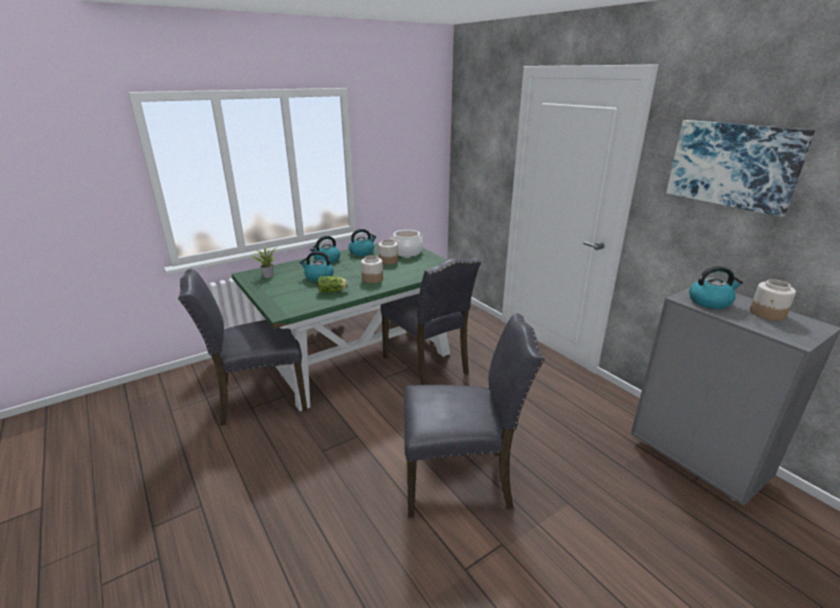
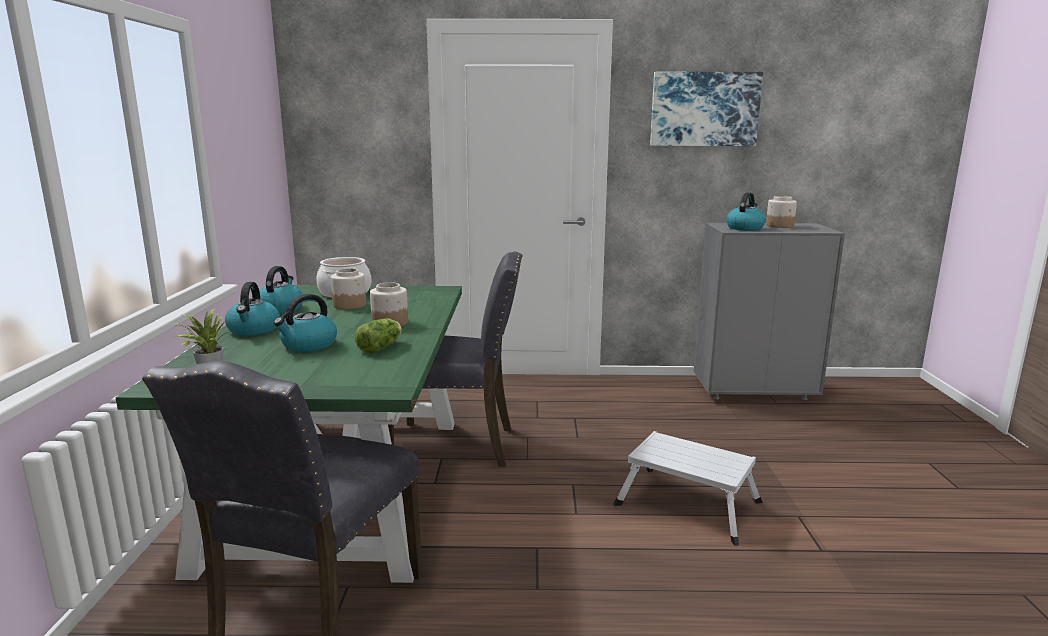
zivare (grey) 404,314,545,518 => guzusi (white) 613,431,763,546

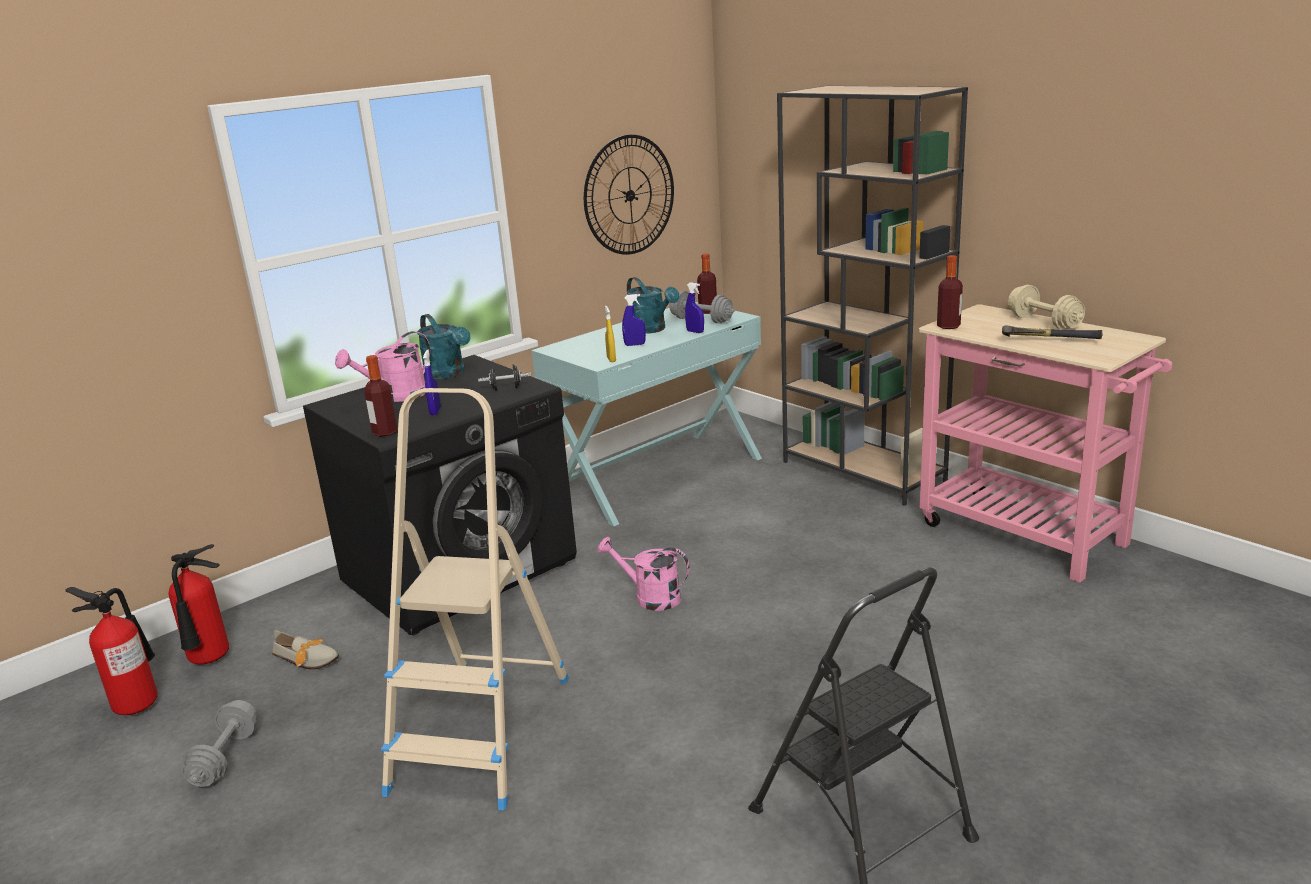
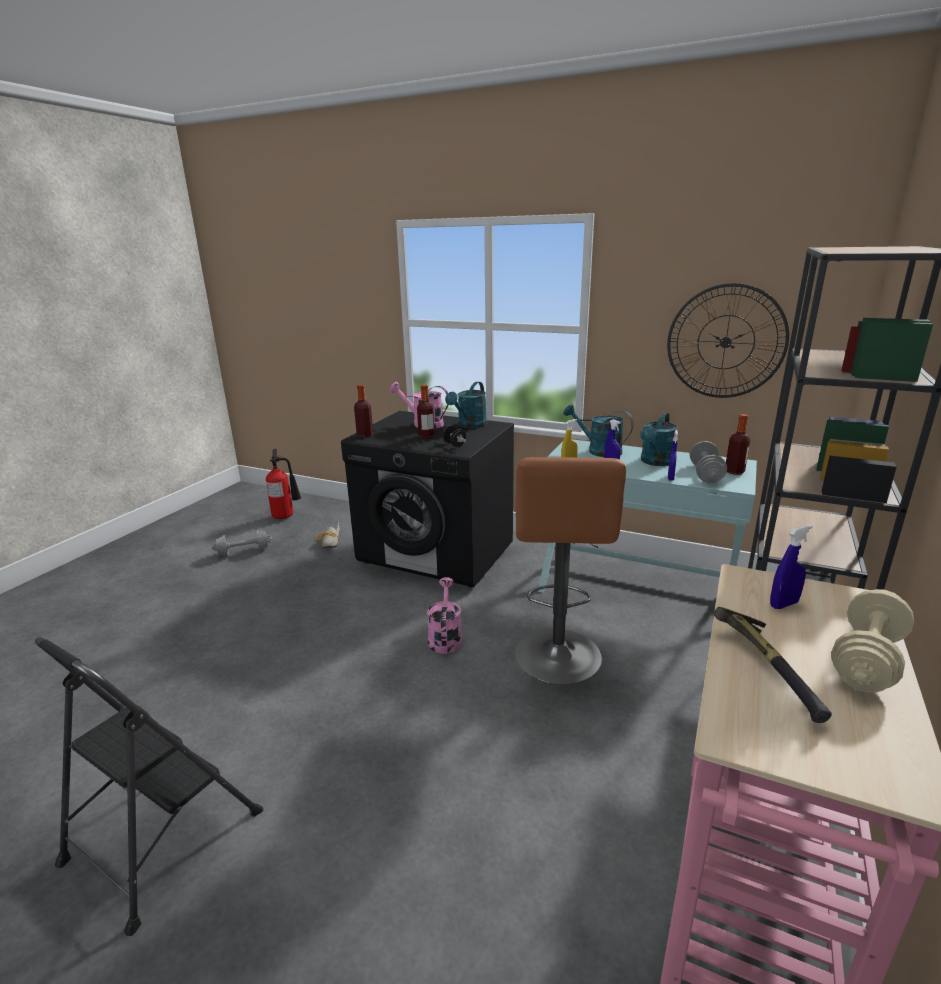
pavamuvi 169,544,229,664 => nothing
guzusi (beige) 381,388,569,811 => nothing
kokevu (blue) 423,349,441,415 => kokevu (blue) 770,525,812,609, relocated
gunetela 937,255,963,329 => gunetela 417,385,435,438, relocated
nothing => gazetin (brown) 515,457,626,684
nothing => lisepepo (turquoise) 563,404,633,457

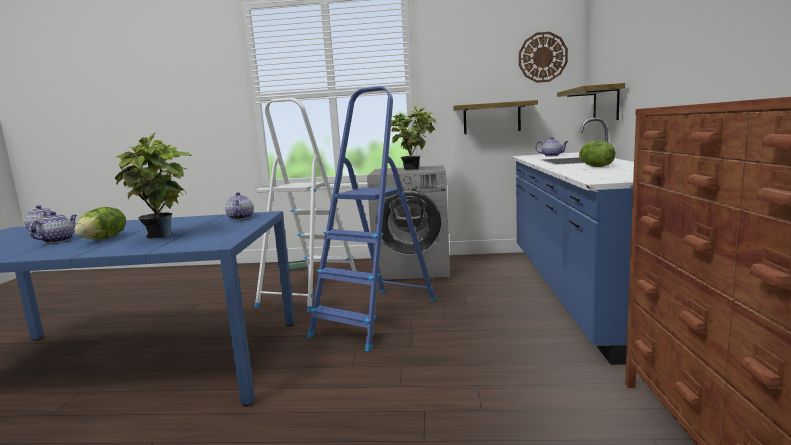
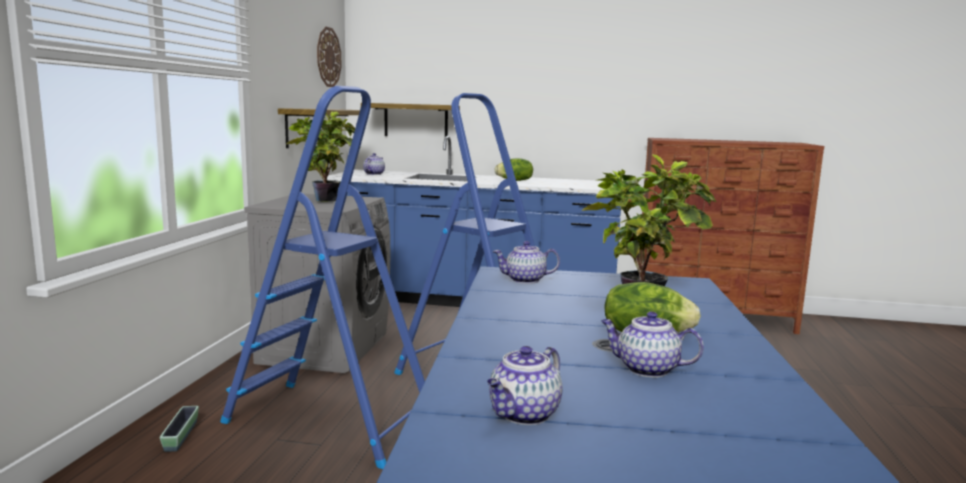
guzusi (white) 255,98,357,312 => guzusi (blue) 220,86,425,469

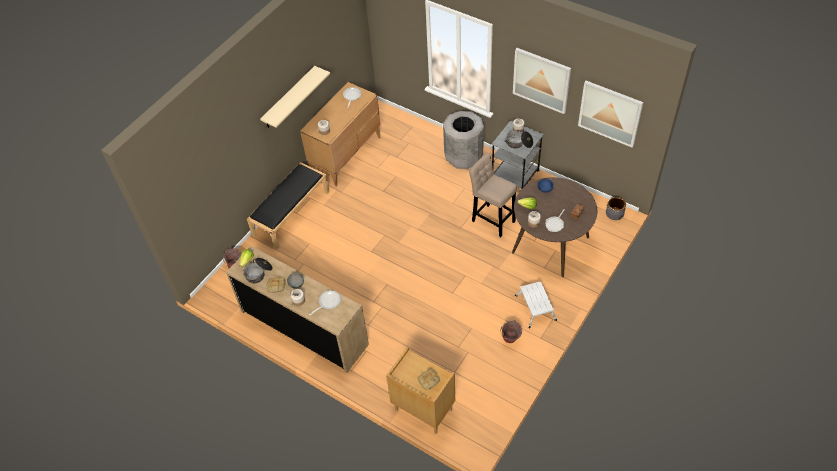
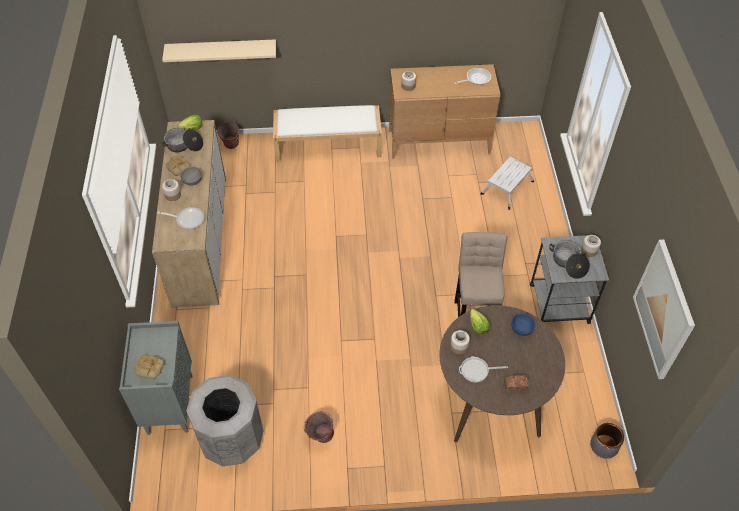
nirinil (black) 247,162,330,250 => nirinil (white) 273,105,382,162
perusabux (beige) 260,66,330,128 => perusabux (beige) 162,39,276,62, relocated
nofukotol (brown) 386,347,455,434 => nofukotol (grey) 119,321,193,435
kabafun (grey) 443,111,484,169 => kabafun (grey) 186,375,264,466, relocated
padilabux 513,48,571,114 => nothing
guzusi (white) 515,281,557,328 => guzusi (white) 480,157,534,210, relocated

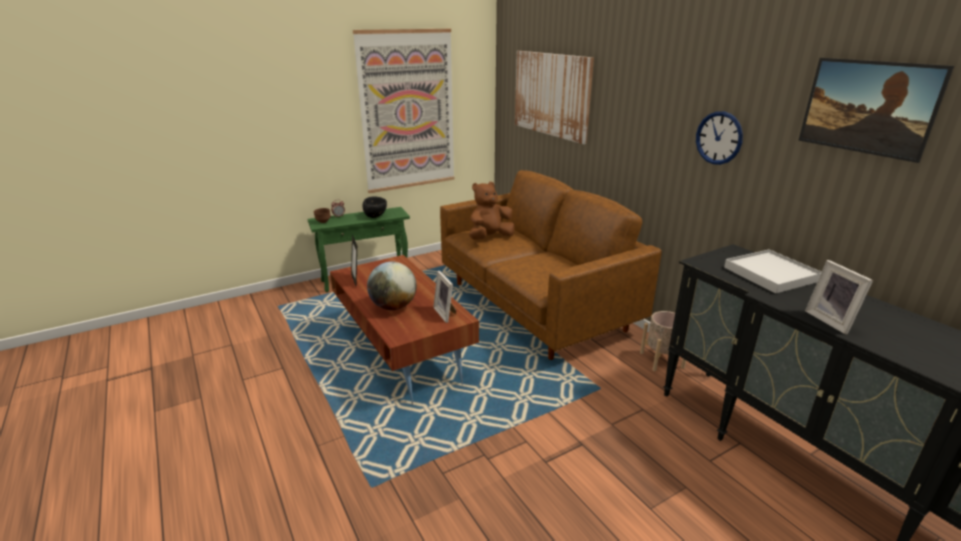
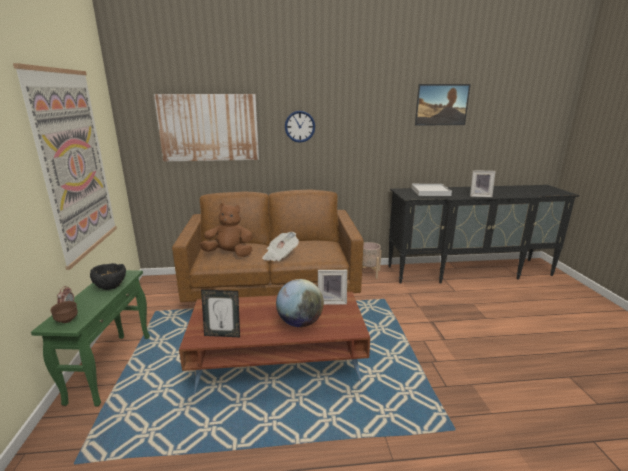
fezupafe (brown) 469,182,515,240 => fezupafe (brown) 200,203,253,257, 105 degrees clockwise
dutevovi 696,111,743,165 => dutevovi 285,111,315,143, relocated
nothing => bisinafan 262,232,299,261

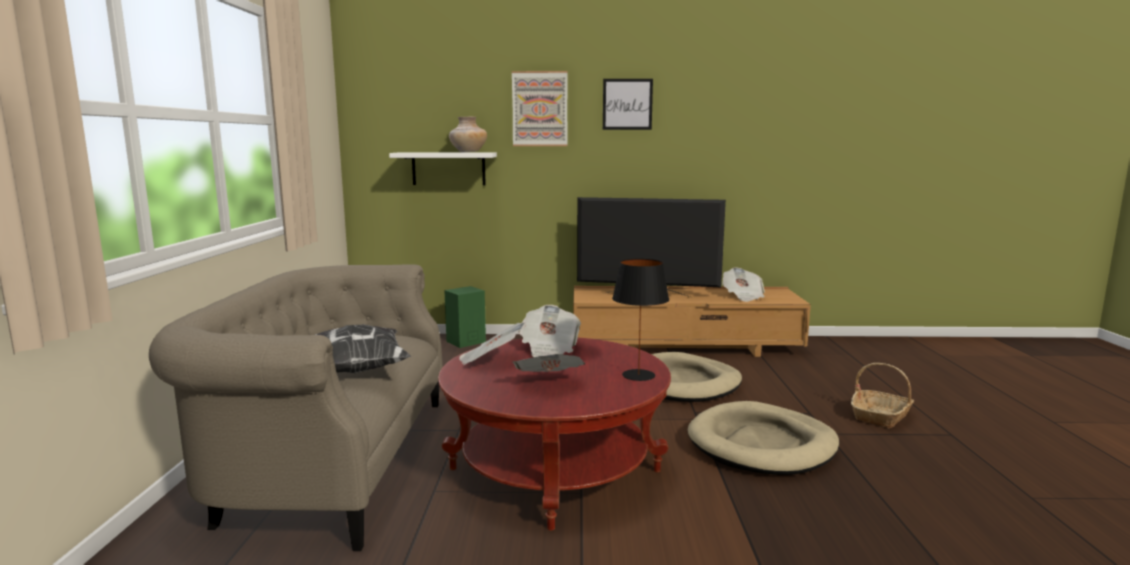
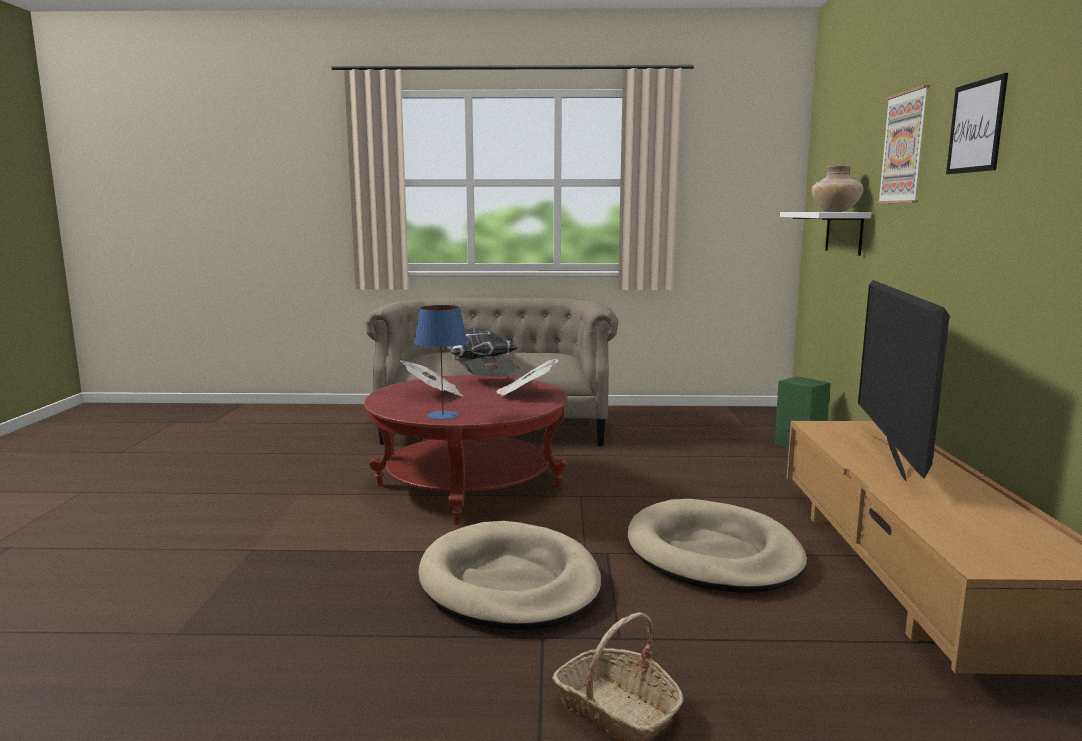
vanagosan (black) 612,259,669,381 => vanagosan (blue) 414,305,468,419
bisinafan 722,268,765,302 => nothing

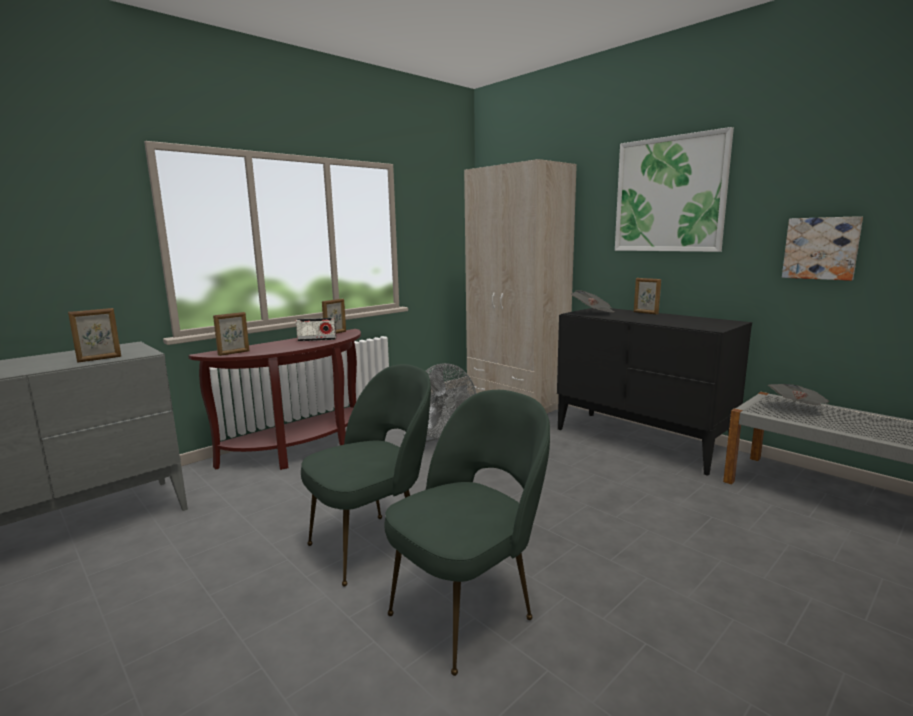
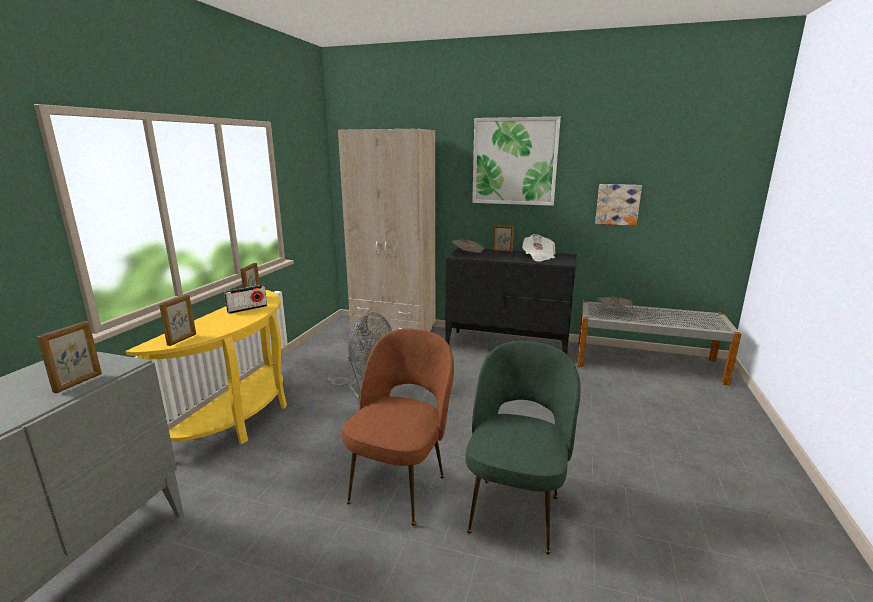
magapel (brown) 188,329,361,470 => magapel (yellow) 125,290,287,444
zivare (green) 301,364,431,587 => zivare (brown) 342,328,454,526
nothing => bisinafan 522,234,555,262

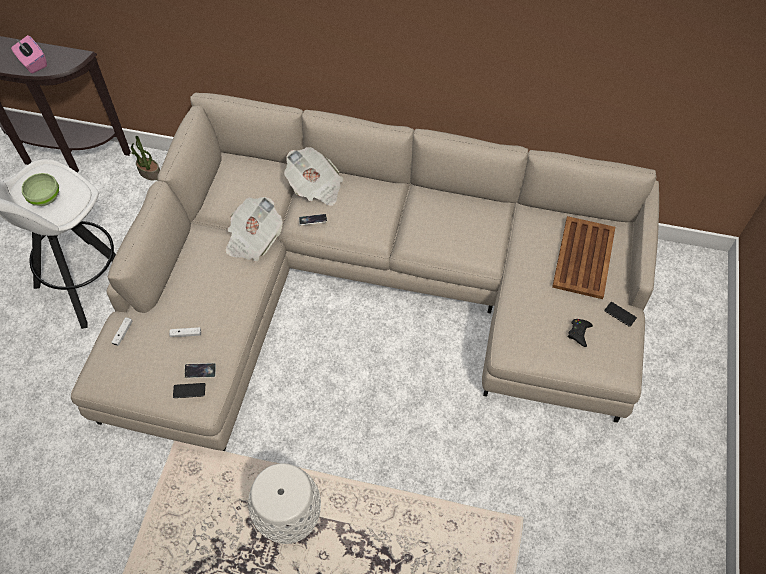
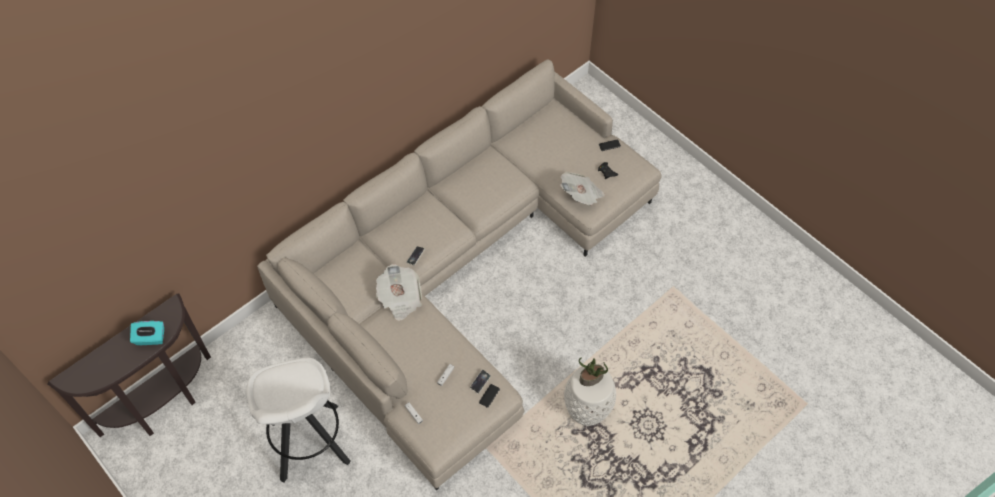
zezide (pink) 11,35,47,74 => zezide (turquoise) 130,321,164,345
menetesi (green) 22,173,59,206 => nothing
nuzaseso 131,136,160,180 => nuzaseso 579,357,608,386, relocated
bisinafan 284,147,344,206 => bisinafan 560,172,605,206, relocated
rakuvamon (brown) 552,216,615,299 => nothing

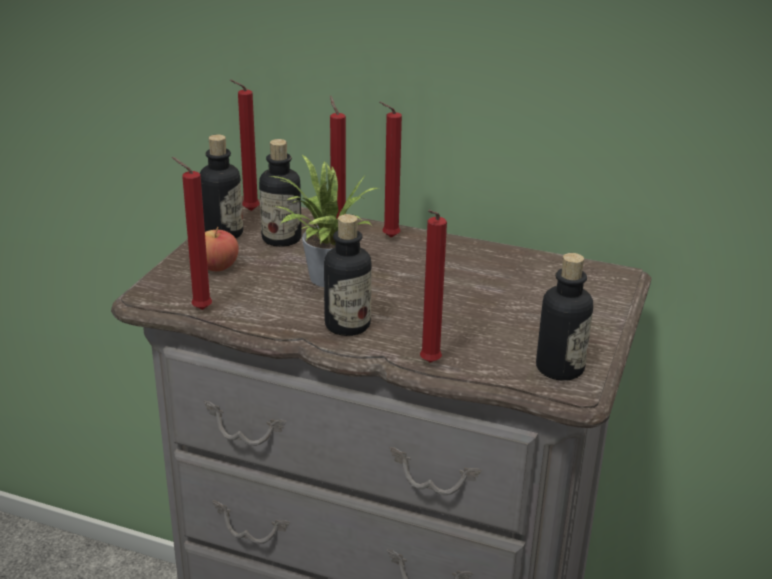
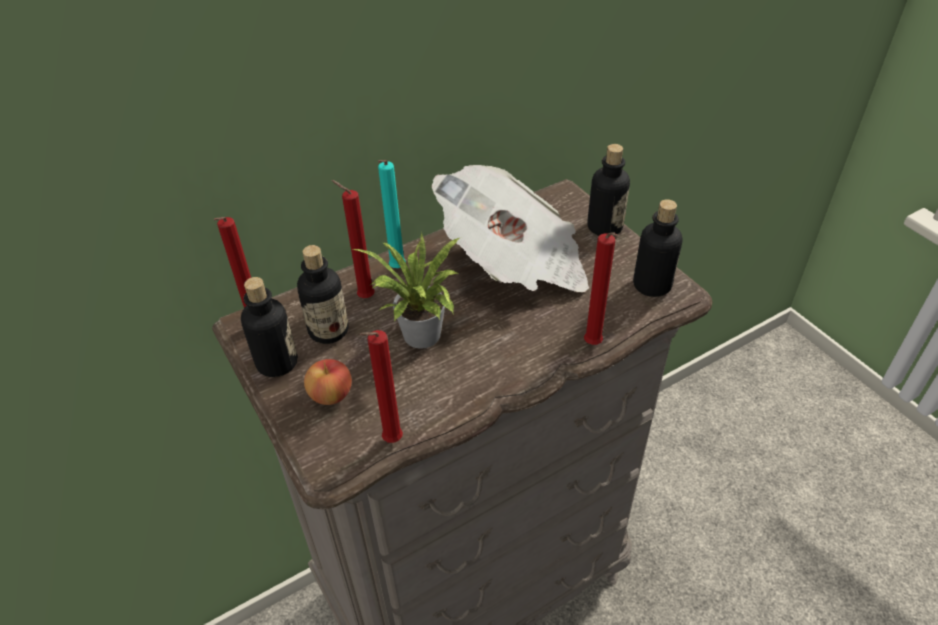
gunetela 324,214,372,336 => gunetela 587,144,630,236, relocated
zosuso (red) 379,102,402,238 => zosuso (turquoise) 378,160,406,268
nothing => bisinafan 432,165,589,292

